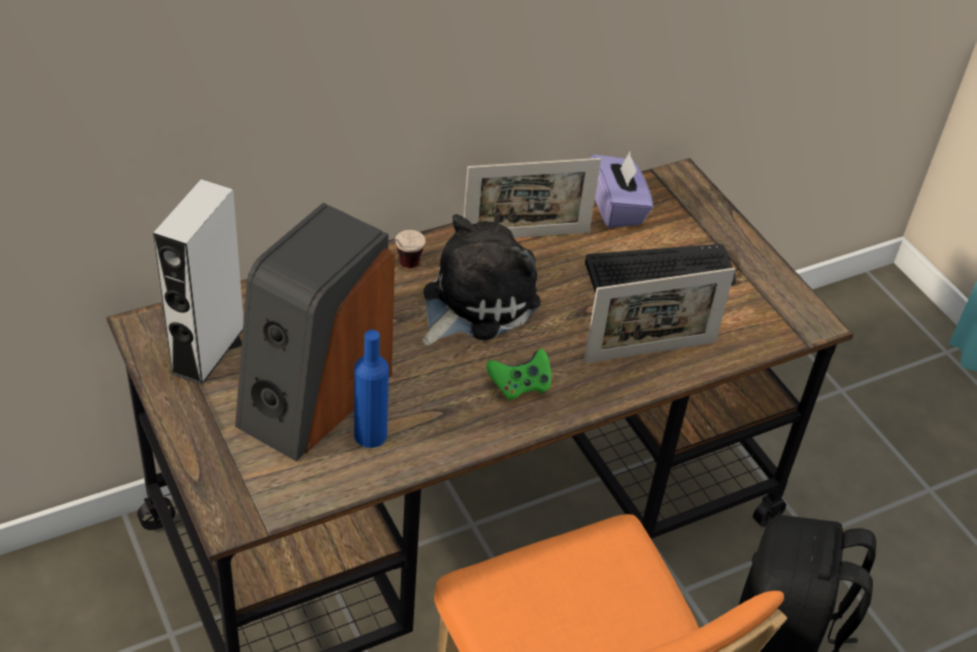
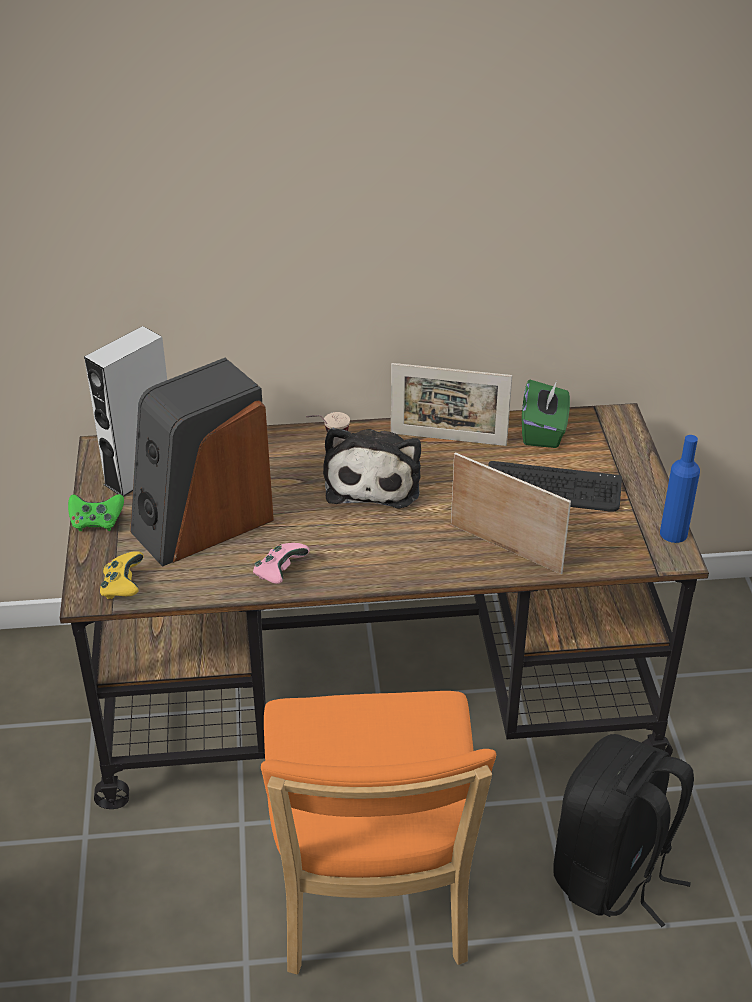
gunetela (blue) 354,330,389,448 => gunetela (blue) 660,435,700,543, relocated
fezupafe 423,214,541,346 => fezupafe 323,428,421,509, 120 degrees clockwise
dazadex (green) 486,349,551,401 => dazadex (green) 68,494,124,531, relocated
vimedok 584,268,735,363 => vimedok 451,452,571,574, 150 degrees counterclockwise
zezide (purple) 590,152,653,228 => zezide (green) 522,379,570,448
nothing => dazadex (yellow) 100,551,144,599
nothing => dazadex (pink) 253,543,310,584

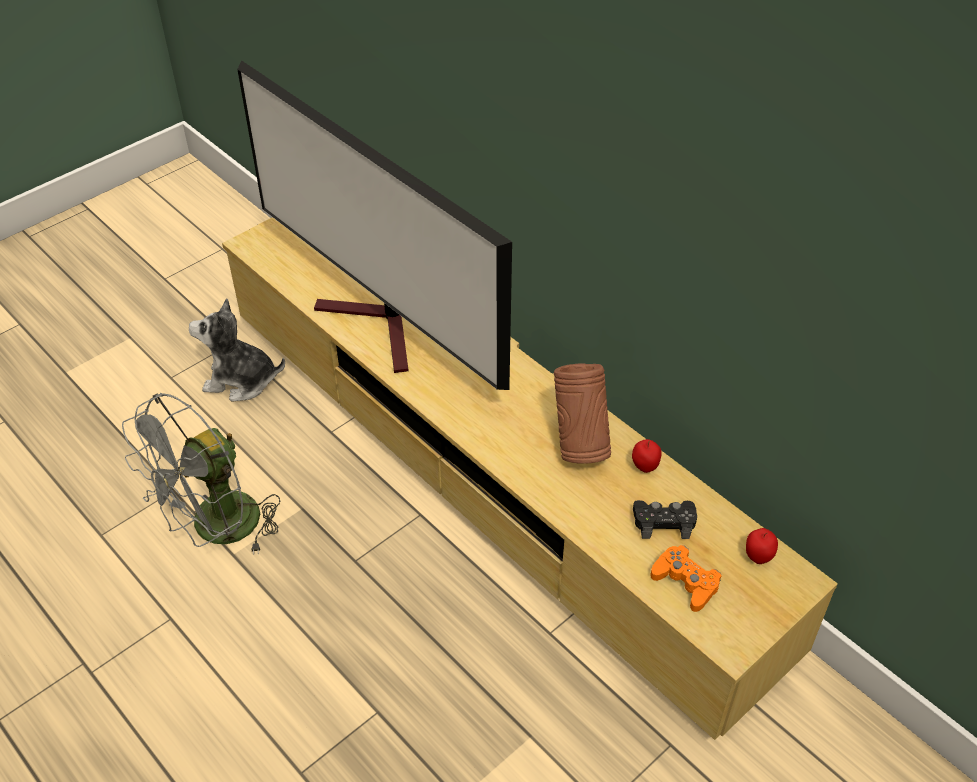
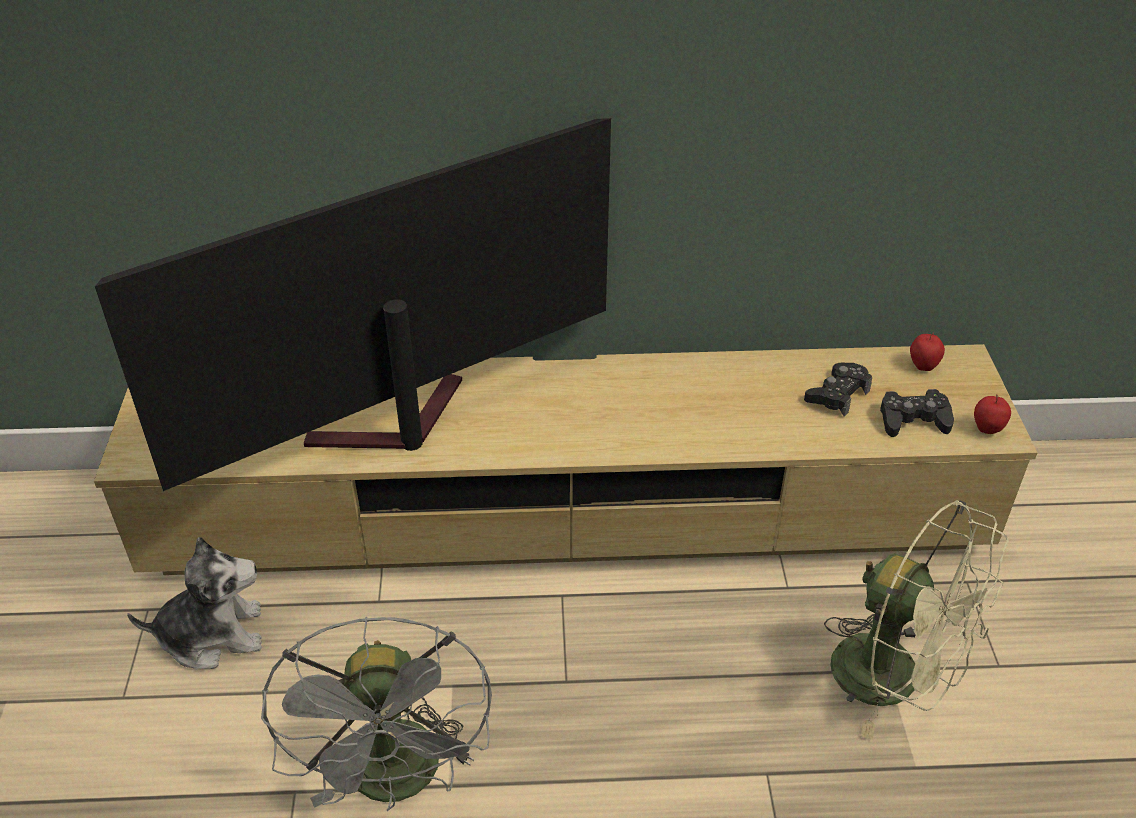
fezupafe 189,299,285,402 => fezupafe 127,537,262,669, 150 degrees counterclockwise
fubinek 237,60,512,390 => fubinek 95,118,611,491, 150 degrees clockwise
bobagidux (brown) 554,363,611,464 => nothing
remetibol 632,439,662,473 => remetibol 974,394,1011,434, relocated
dazadex (orange) 650,545,722,612 => dazadex (black) 880,389,954,437
nothing => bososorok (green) 824,500,1009,740

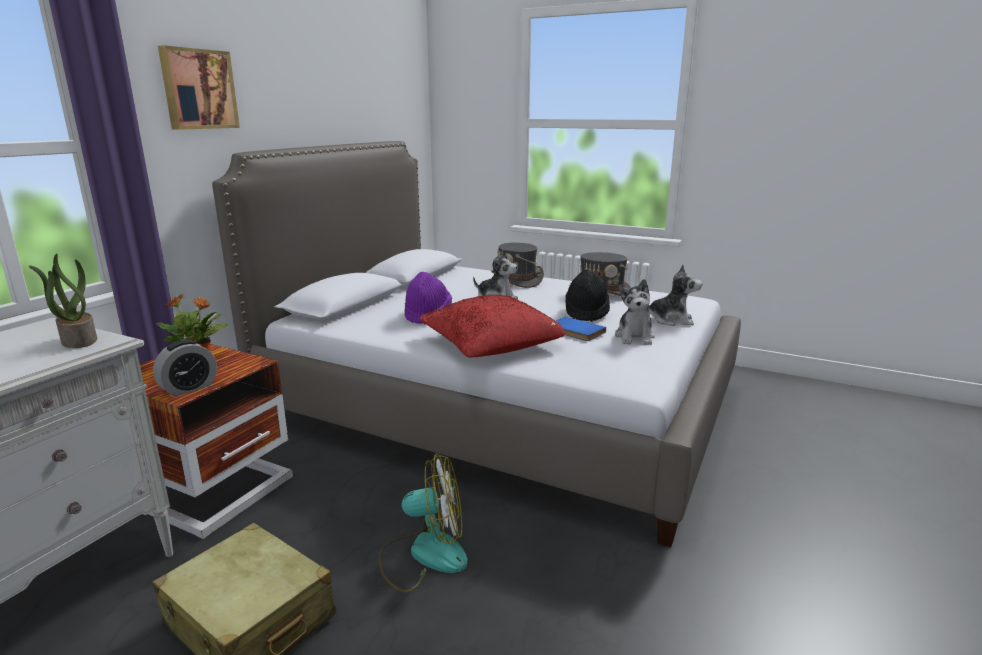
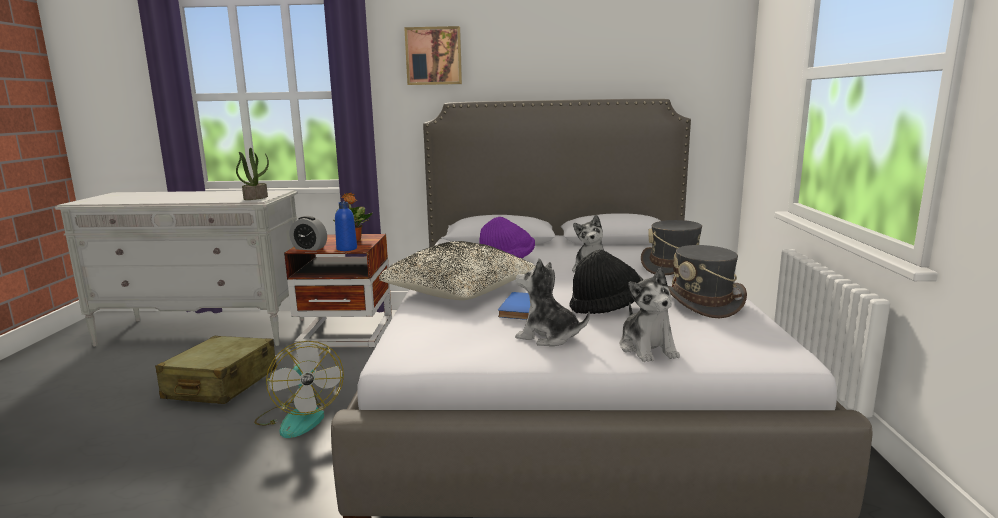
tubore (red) 420,294,566,358 => tubore (beige) 379,241,535,300
fezupafe 615,279,655,345 => fezupafe 515,259,590,346, 45 degrees clockwise
nothing => gunetela (blue) 335,202,357,251

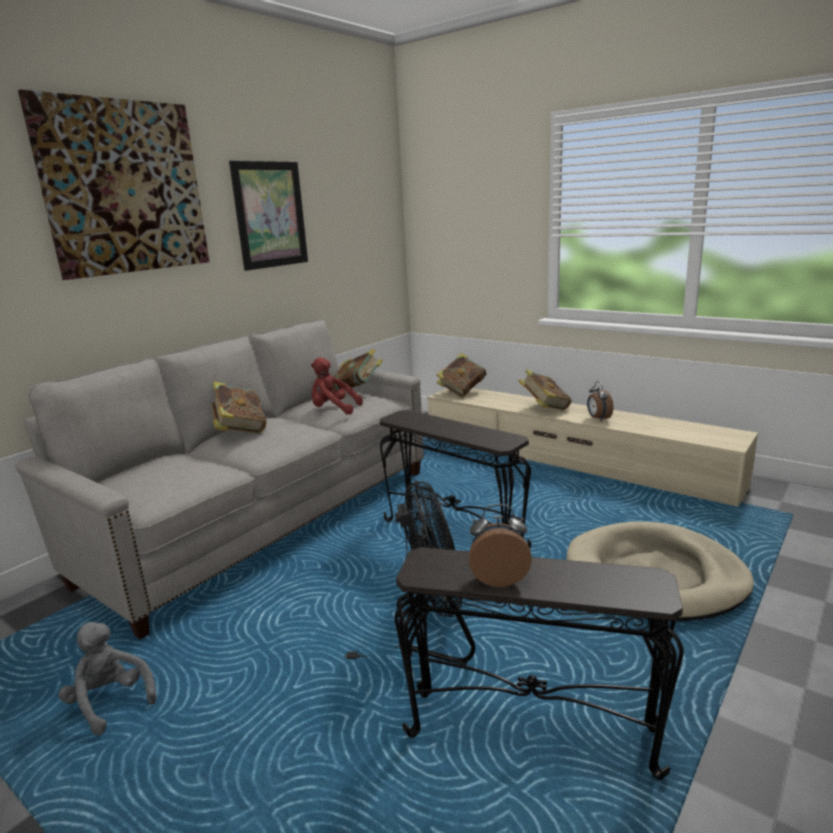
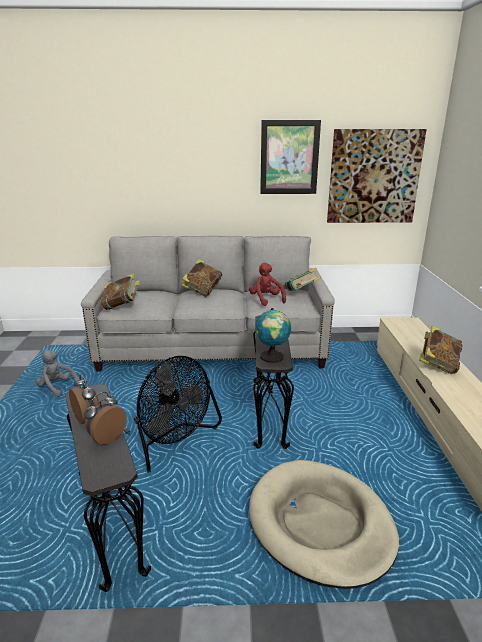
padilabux 18,89,210,280 => padilabux 327,129,427,223, relocated
fezupafe (grey) 59,622,156,735 => fezupafe (grey) 35,350,80,397, 60 degrees counterclockwise
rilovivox 436,353,486,397 => rilovivox 101,273,140,310, relocated
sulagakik 587,381,613,421 => sulagakik 84,392,127,445, relocated
nothing => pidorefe 255,308,291,363

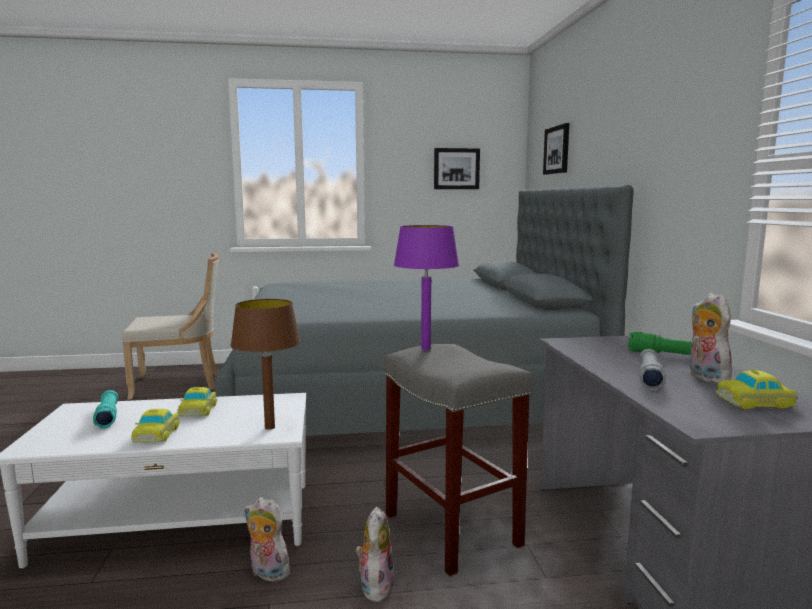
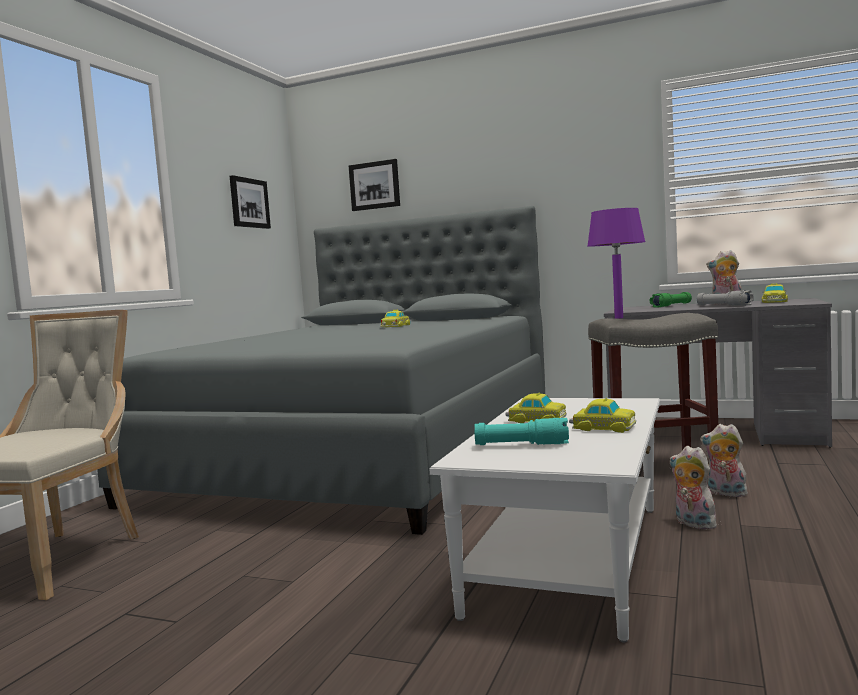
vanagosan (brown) 231,299,301,430 => nothing
fezupafe 244,497,293,582 => fezupafe 670,446,717,529, 90 degrees clockwise
nothing => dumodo 380,310,410,327

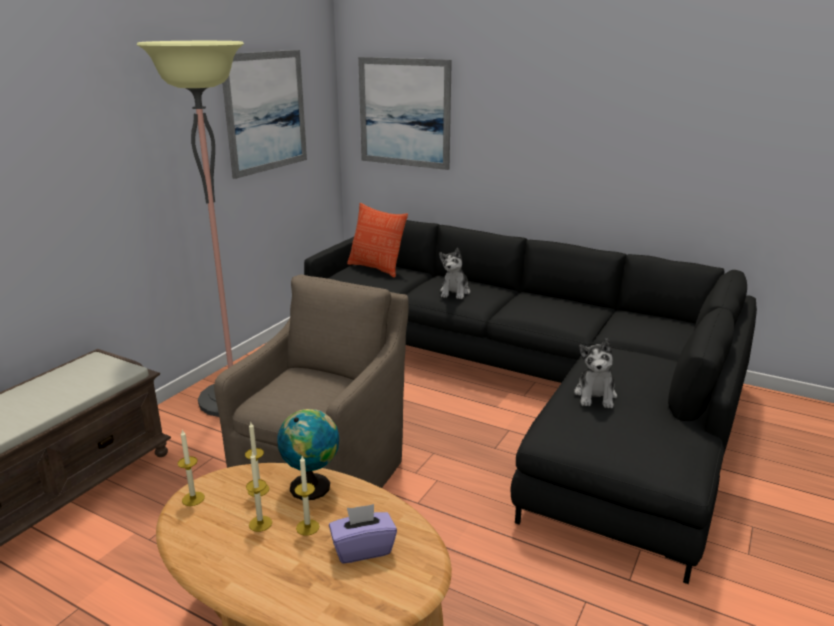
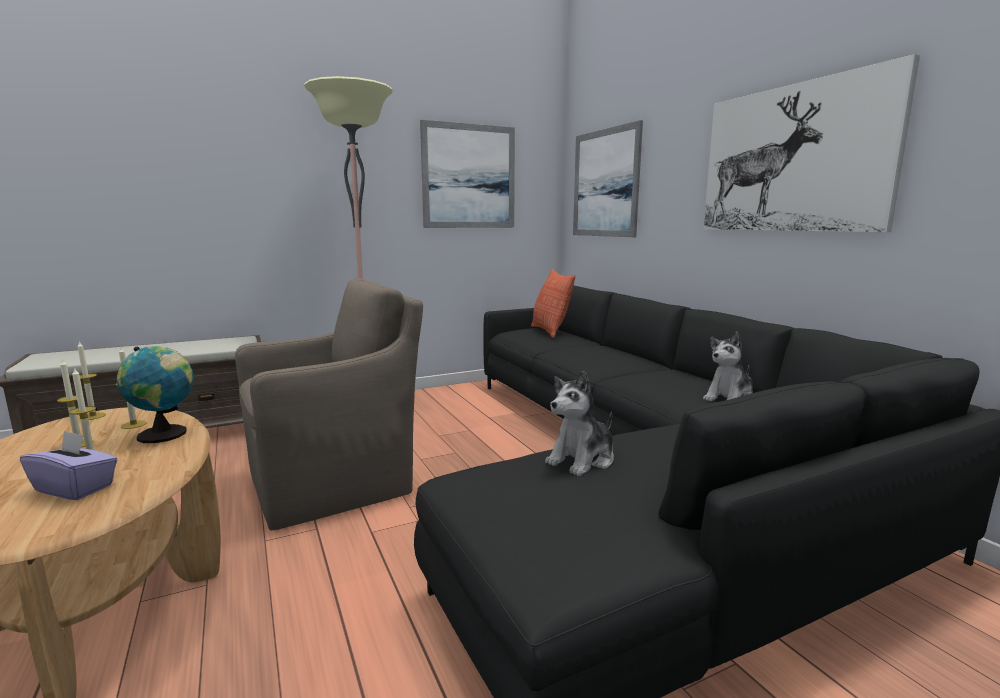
fezupafe 439,248,470,299 => fezupafe 703,332,753,401, relocated
nothing => padilabux 703,54,920,232

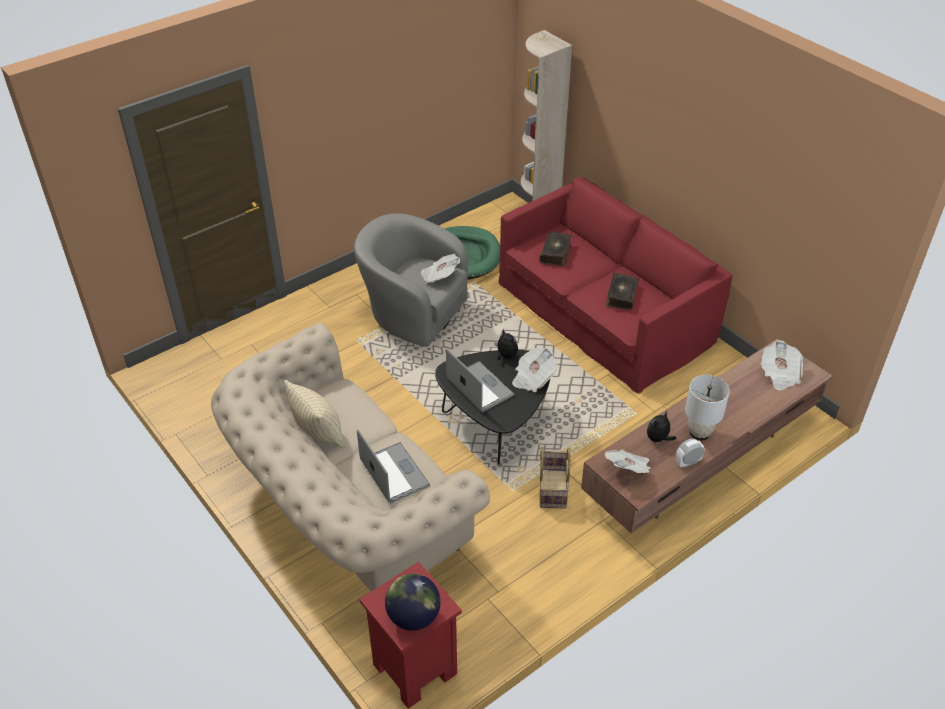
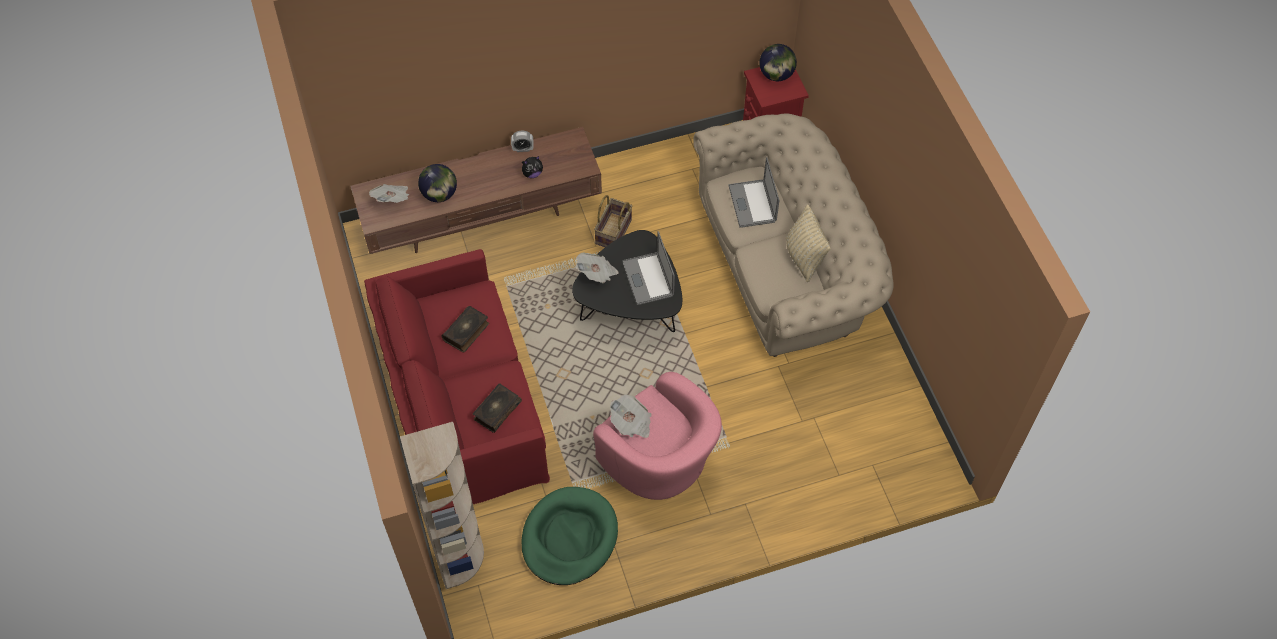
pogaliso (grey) 354,213,468,347 => pogaliso (pink) 593,372,722,500
fezupafe 494,329,518,360 => nothing
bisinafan 605,449,651,473 => nothing
vanagosan (white) 685,375,730,441 => nothing
nothing => pidorefe 418,164,457,202

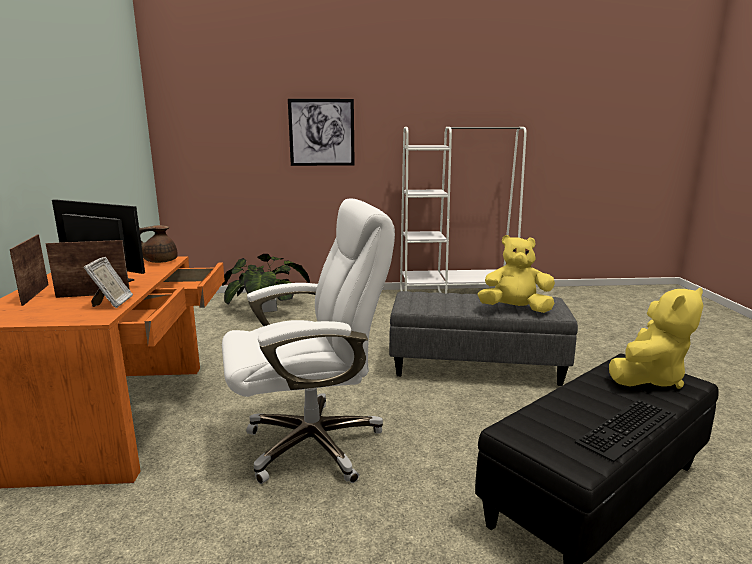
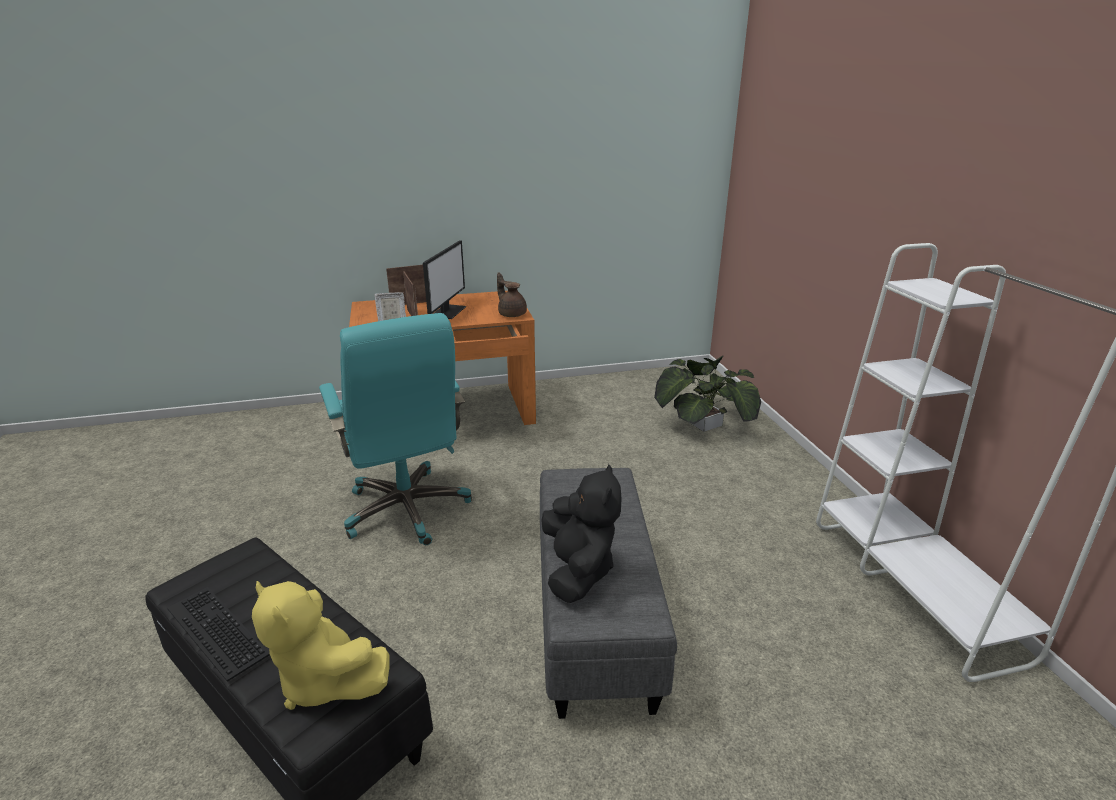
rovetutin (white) 222,198,395,484 => rovetutin (turquoise) 319,313,472,545
padilabux 288,99,355,166 => nothing
fezupafe (yellow) 478,235,555,313 => fezupafe (black) 541,464,622,603

